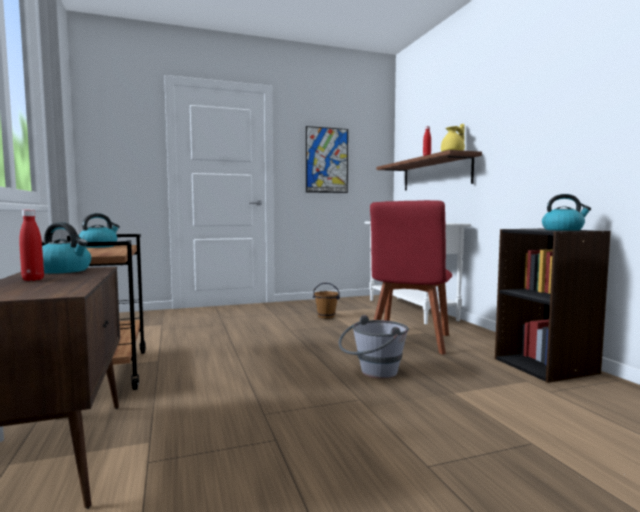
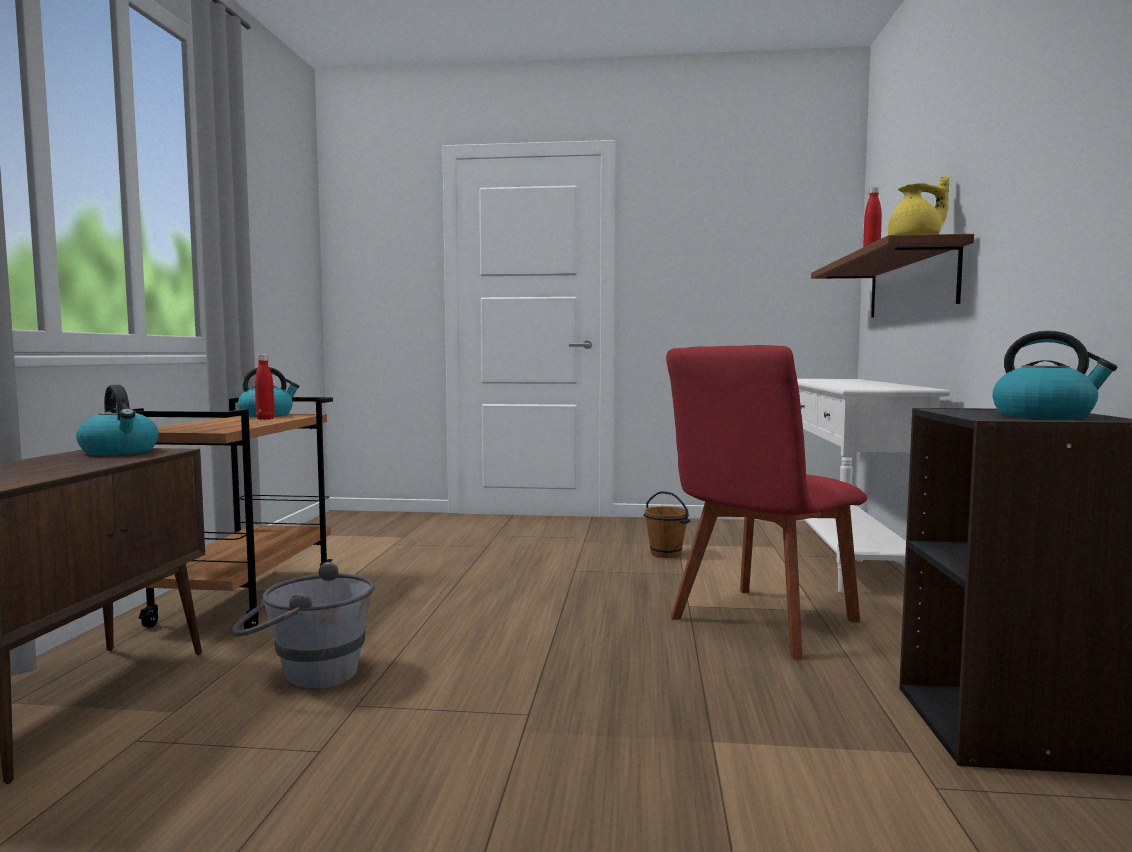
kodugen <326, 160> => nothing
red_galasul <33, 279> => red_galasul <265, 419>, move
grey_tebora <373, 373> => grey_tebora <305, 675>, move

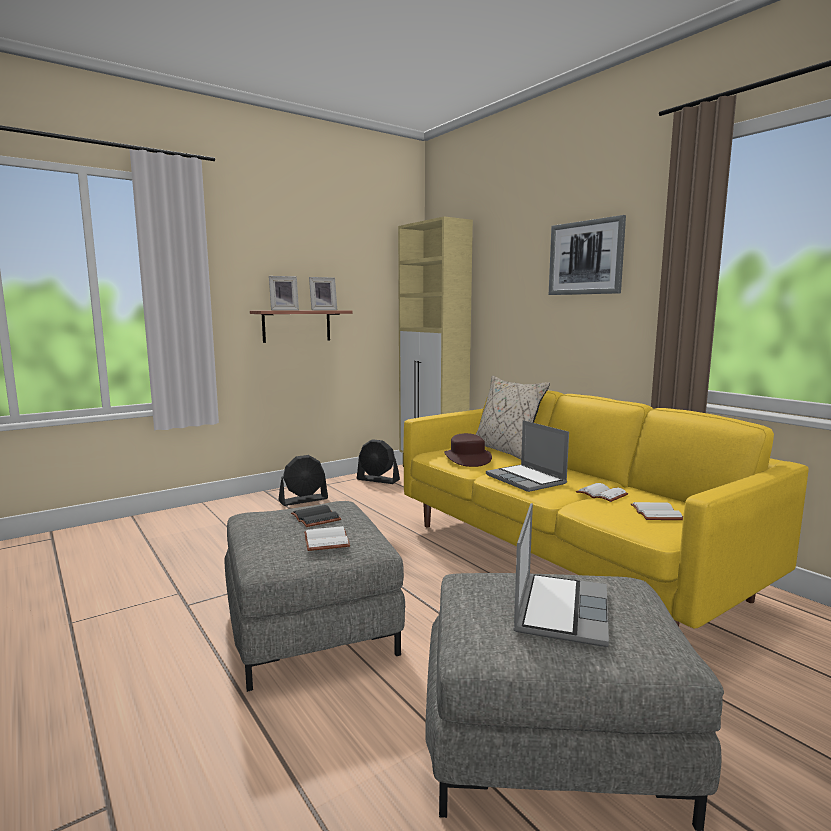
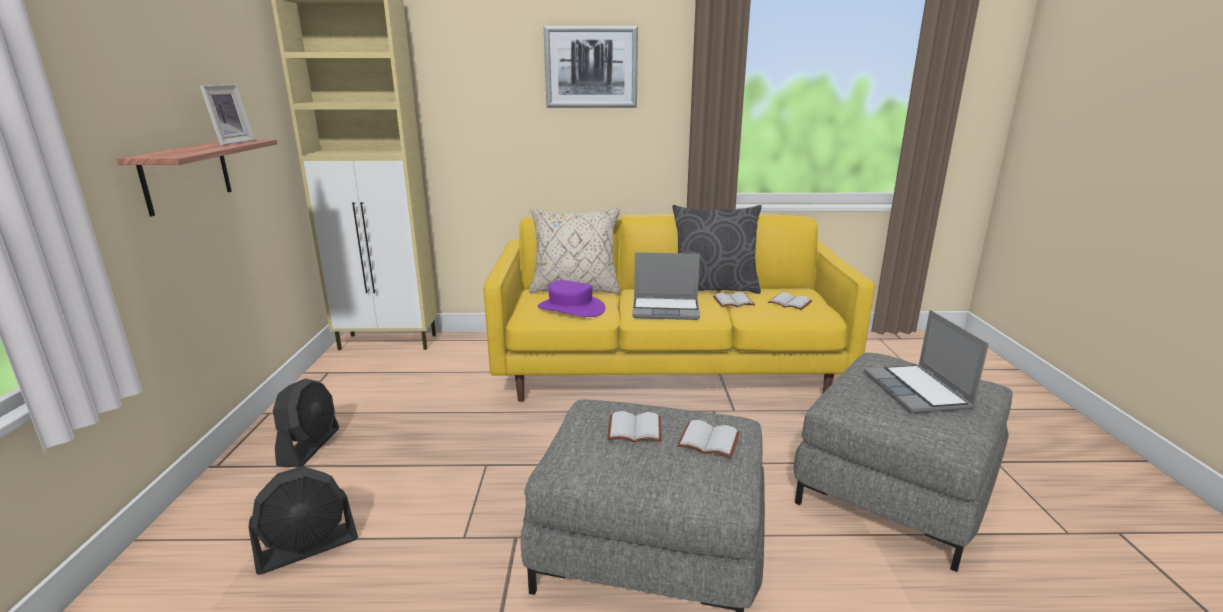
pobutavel <284, 310> => nothing
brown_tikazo <467, 458> => purple_tikazo <571, 308>
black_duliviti <378, 480> => black_duliviti <308, 547>, move
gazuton <560, 609> => gazuton <918, 391>, 150 degrees counterclockwise
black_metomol <314, 518> => white_metomol <633, 430>
nothing => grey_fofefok <713, 288>

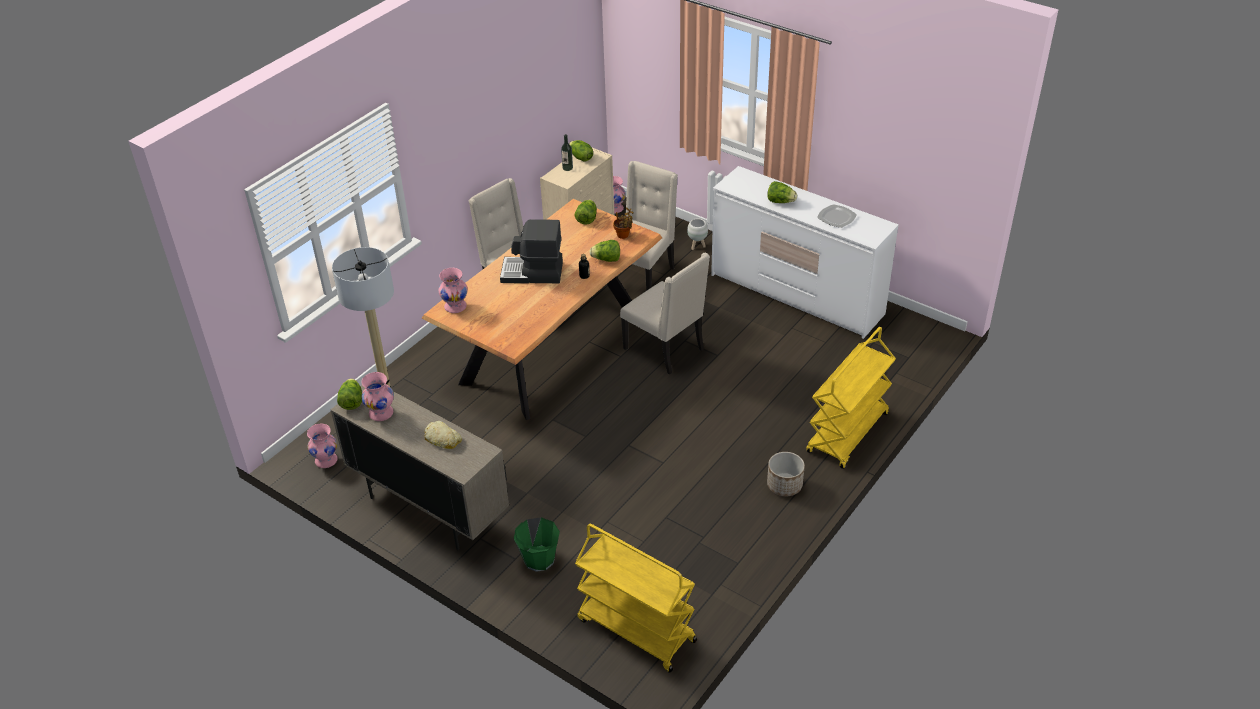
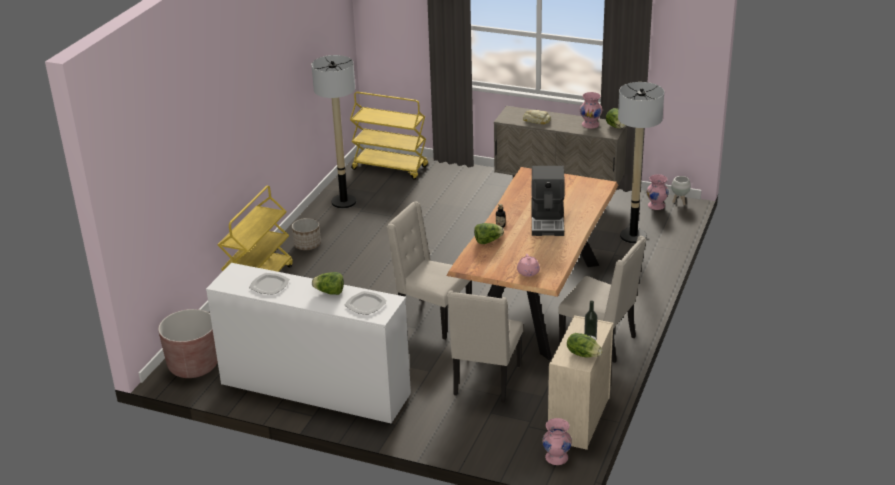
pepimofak <587, 219> => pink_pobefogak <528, 272>
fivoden <624, 236> => nothing
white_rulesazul <697, 246> => white_rulesazul <679, 202>, move
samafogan <532, 273> => samafogan <548, 221>, 105 degrees clockwise
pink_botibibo <455, 306> => nothing
green_tebora <539, 559> => nothing
nothing => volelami <344, 202>
nothing => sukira <366, 304>
nothing => brown_rulesazul <193, 365>

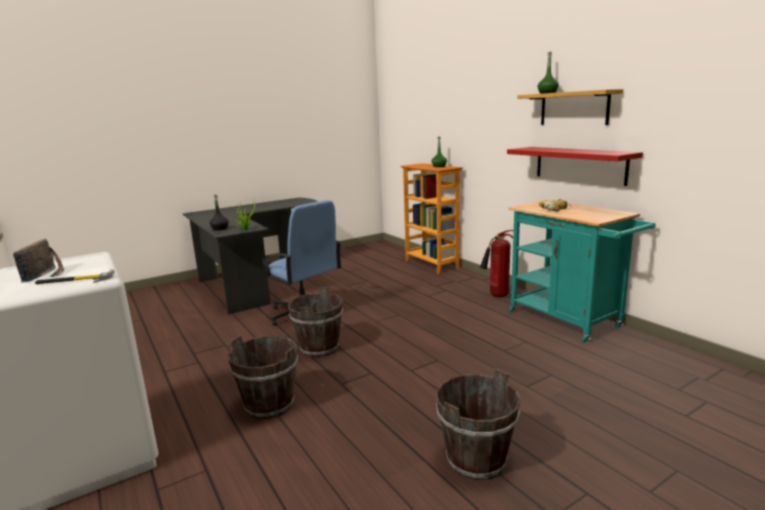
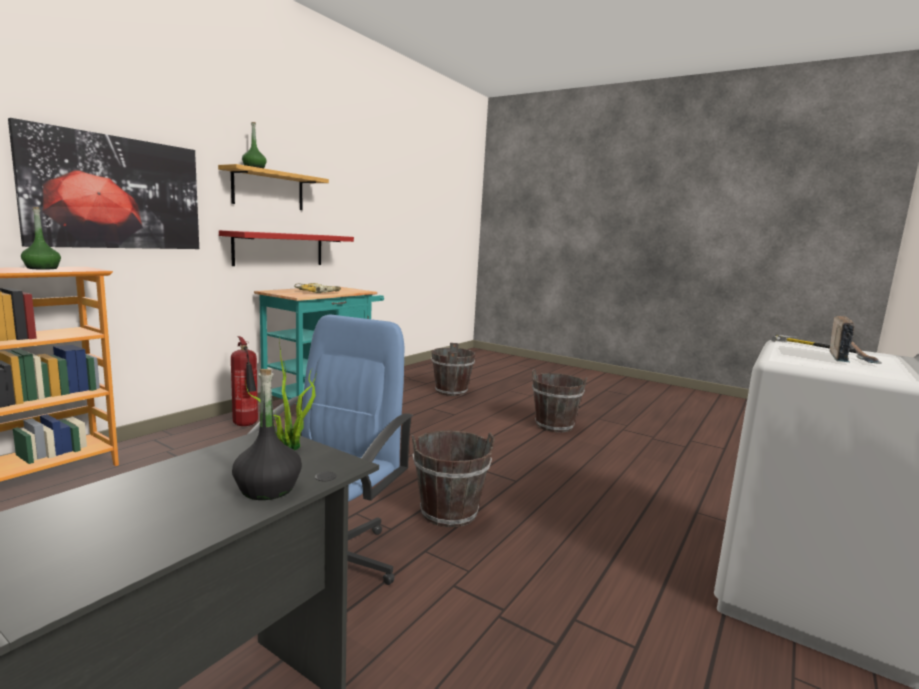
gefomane <48, 274> => gefomane <848, 359>, 150 degrees clockwise
brown_tebora <269, 405> => brown_tebora <451, 391>, move
nothing => kodugen <115, 193>

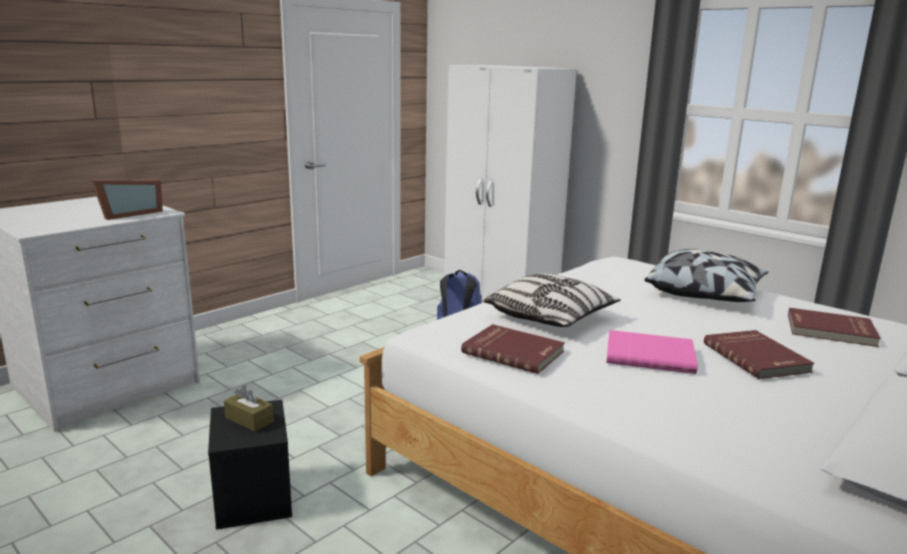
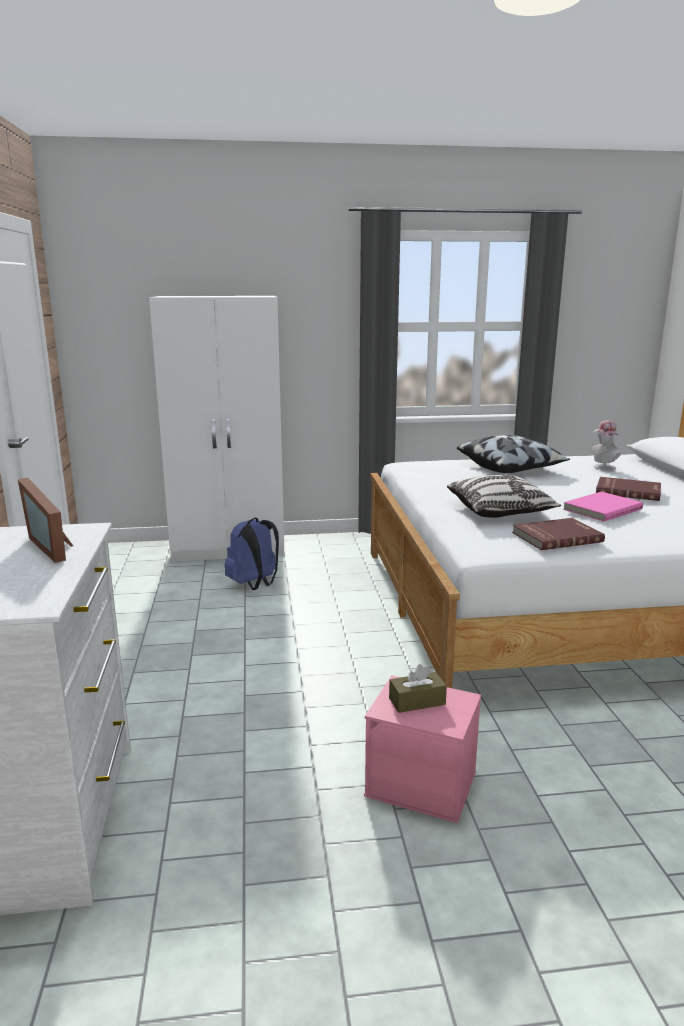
pobutavel <128, 214> => pobutavel <54, 545>, 150 degrees clockwise
red_metomol <831, 330> => tikazo <602, 467>
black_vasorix <254, 497> => pink_vasorix <423, 783>

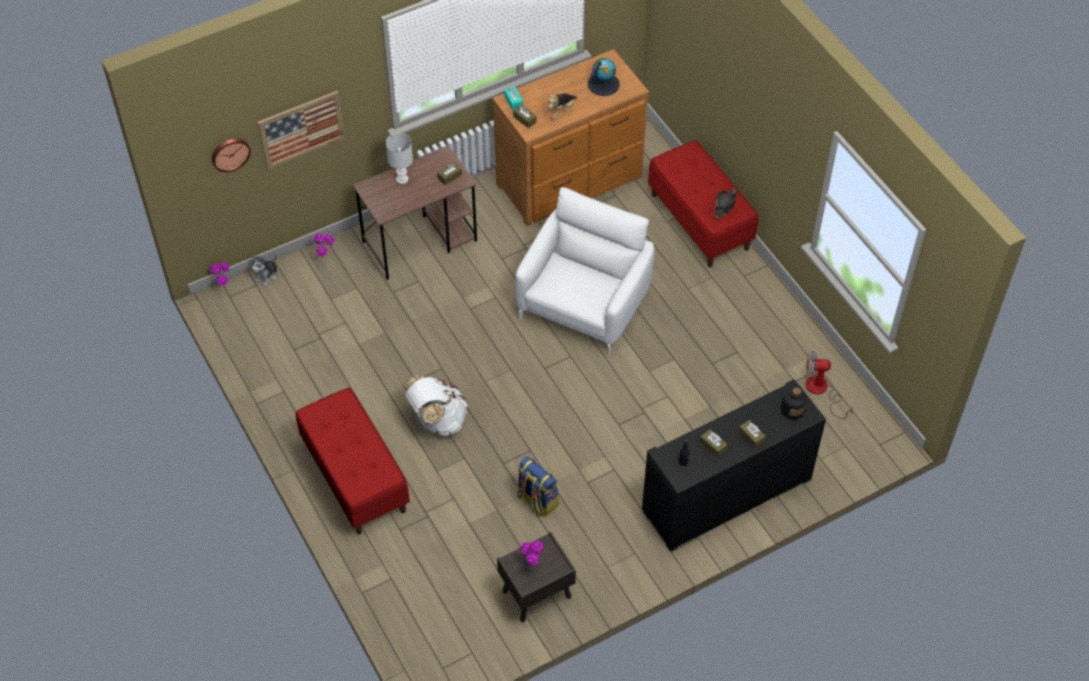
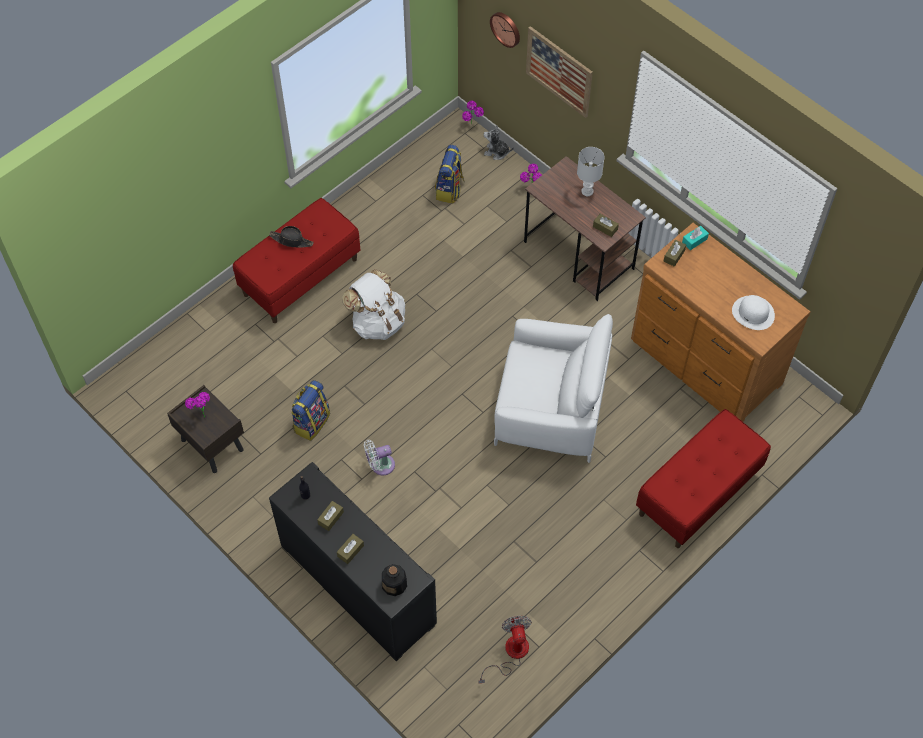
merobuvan <603, 84> => white_tikazo <753, 313>
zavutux <560, 111> => nothing
black_tikazo <725, 205> => black_tikazo <291, 240>, move
nothing => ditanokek <450, 190>
nothing => white_duliviti <380, 465>

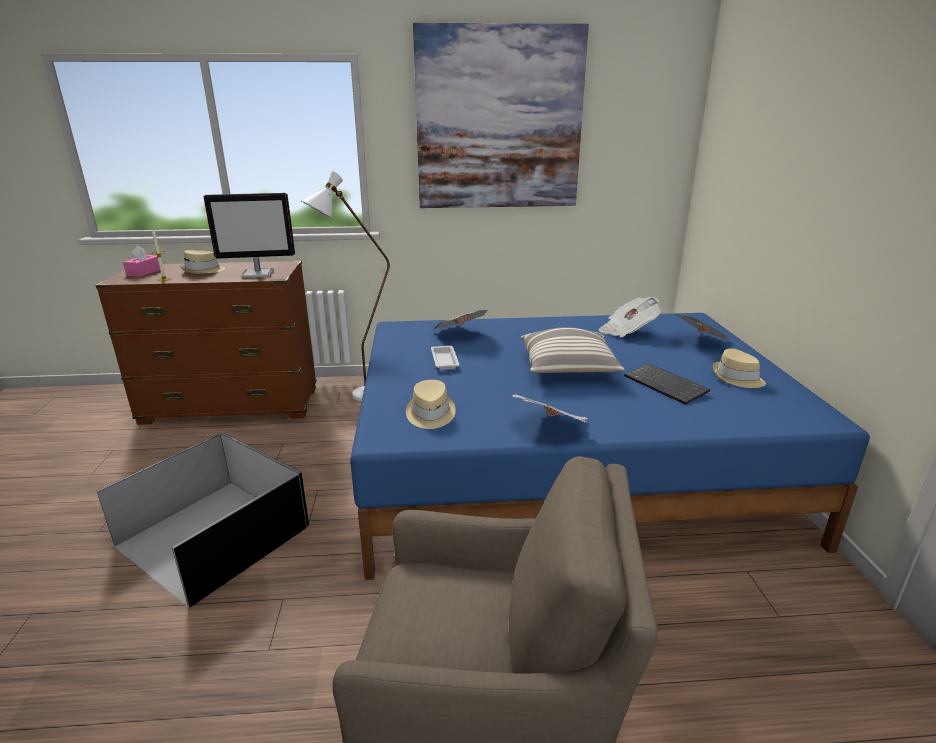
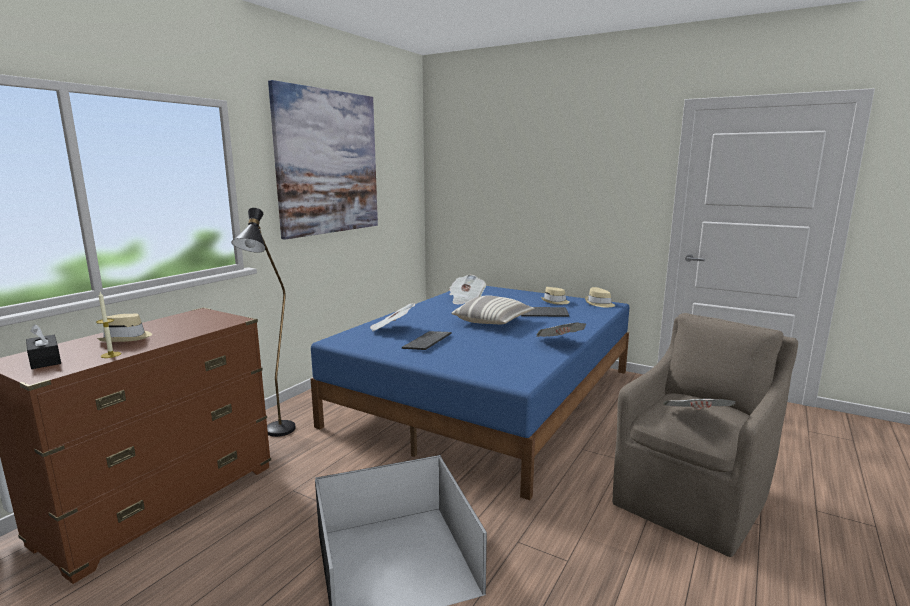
white_volelami <356, 397> => black_volelami <277, 435>
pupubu <258, 274> => nothing
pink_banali <145, 272> => black_banali <45, 360>
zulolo <702, 342> => zulolo <695, 420>, move
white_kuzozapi <444, 360> => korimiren <428, 342>
beige_tikazo <430, 414> => beige_tikazo <599, 304>, move

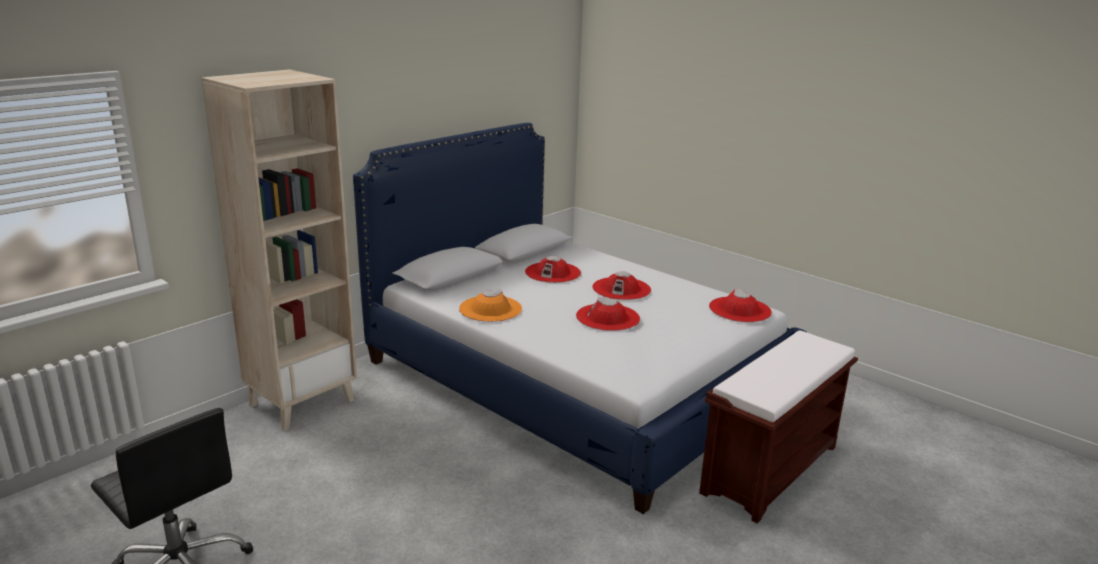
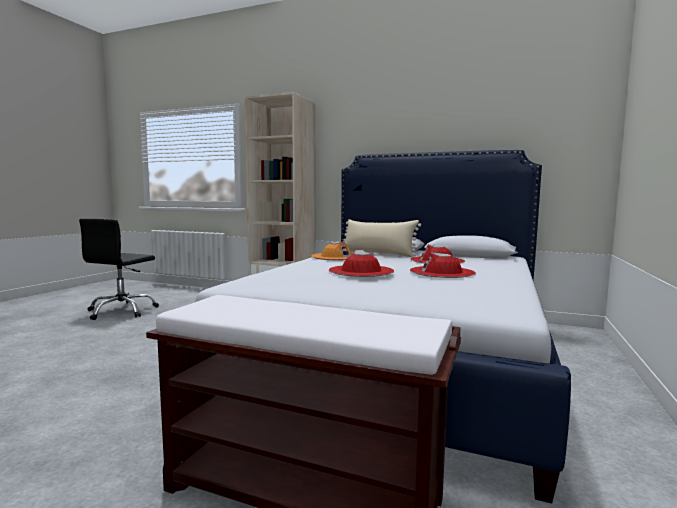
red_tikazo <740, 310> => nothing
nothing => beige_fofefok <378, 254>

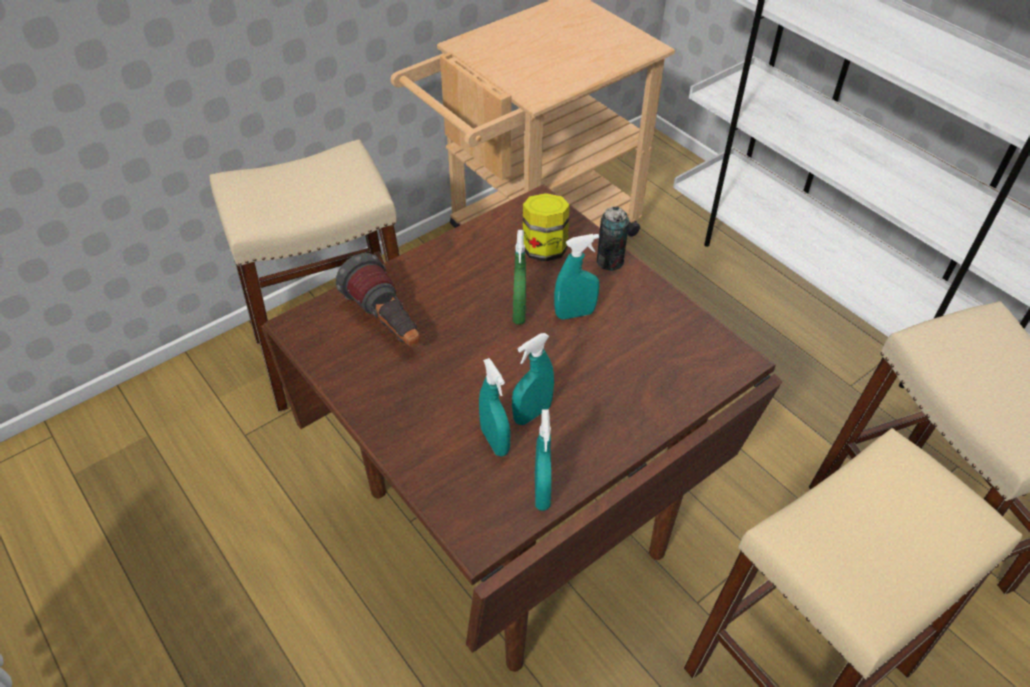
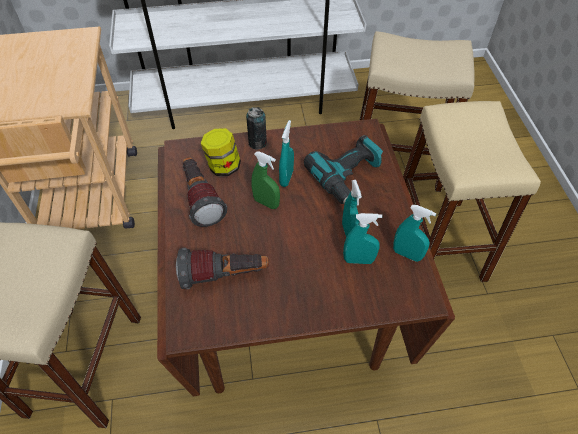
nothing => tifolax <348, 177>
nothing => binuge <201, 199>

